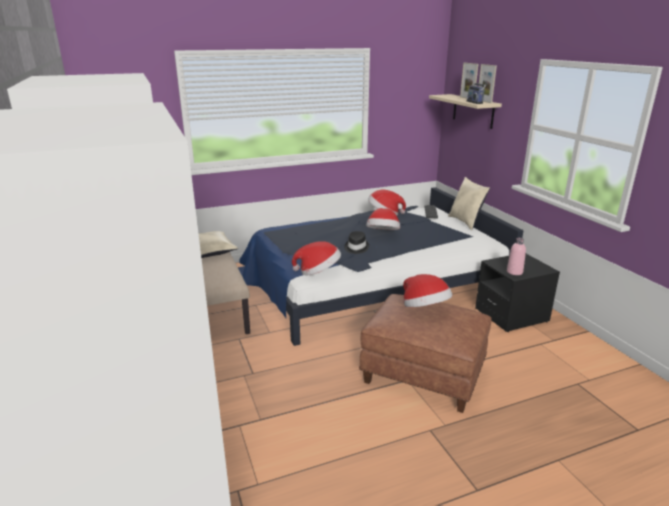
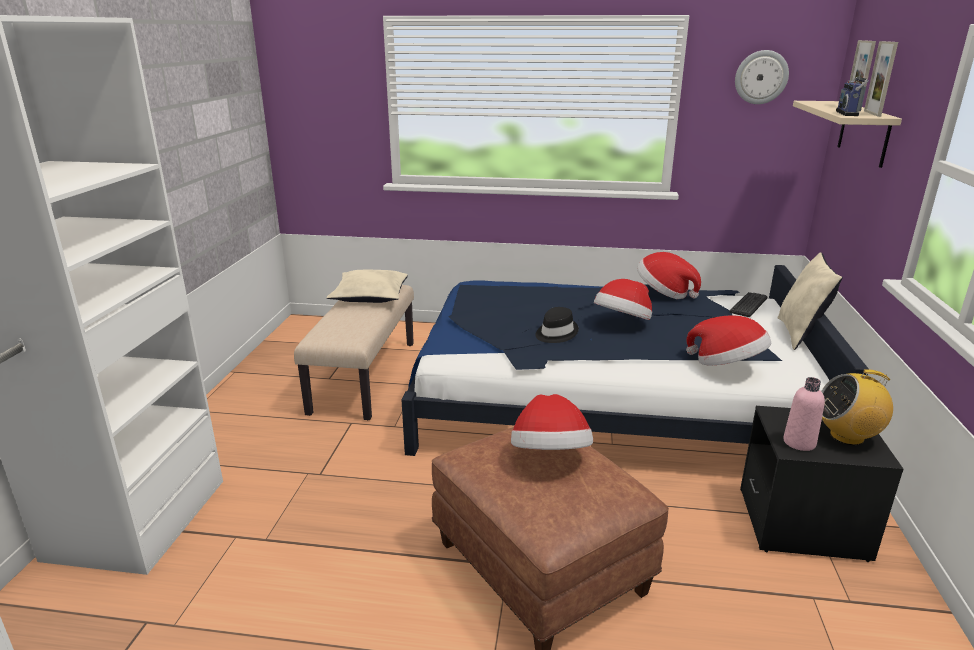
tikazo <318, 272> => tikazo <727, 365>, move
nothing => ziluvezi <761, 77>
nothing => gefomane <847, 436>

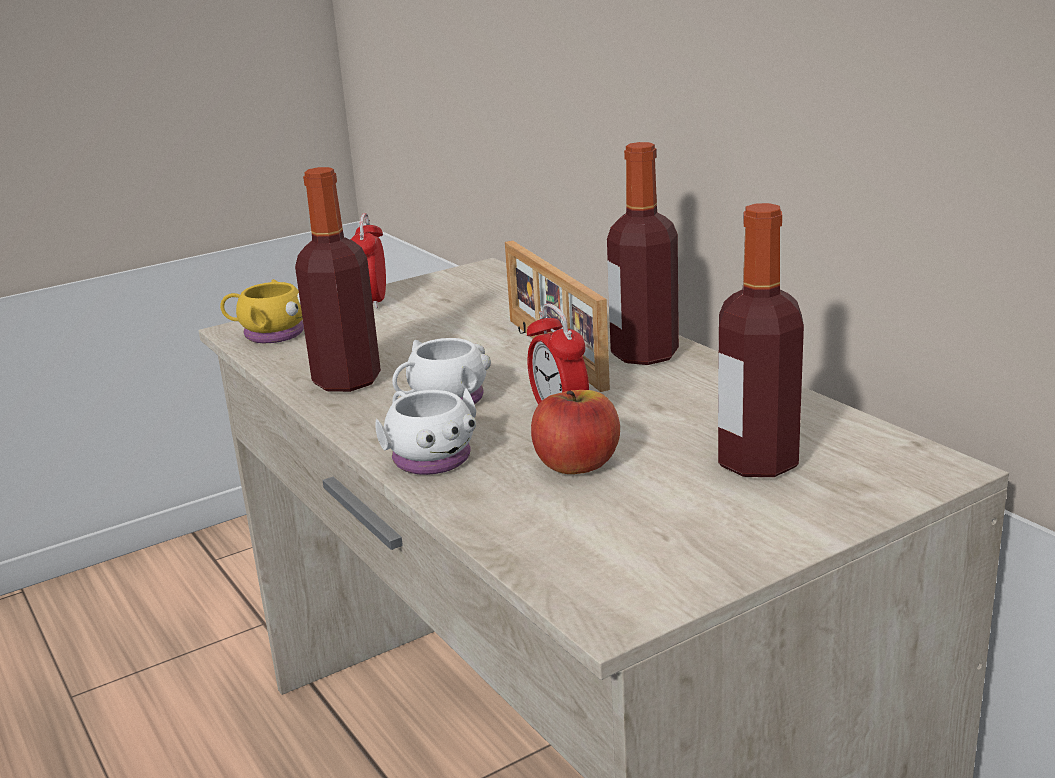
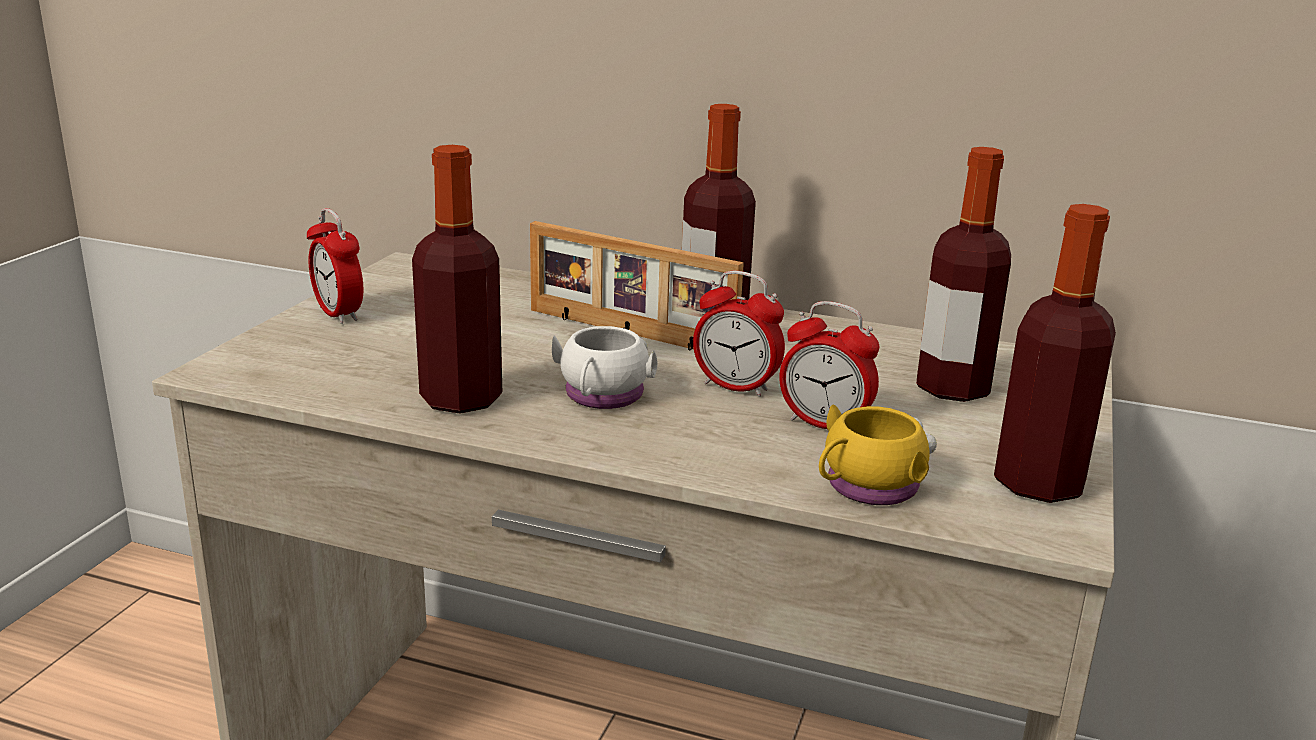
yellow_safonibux <269, 334> => yellow_safonibux <866, 488>, move
white_safonibux <427, 456> => nothing
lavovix <576, 465> => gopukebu <824, 424>
nothing => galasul <1038, 484>

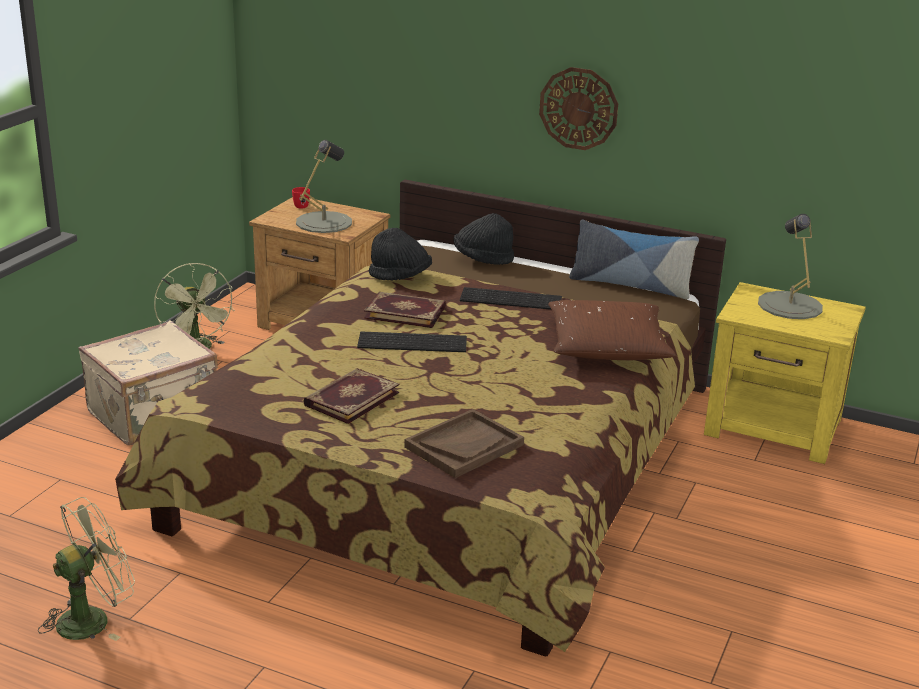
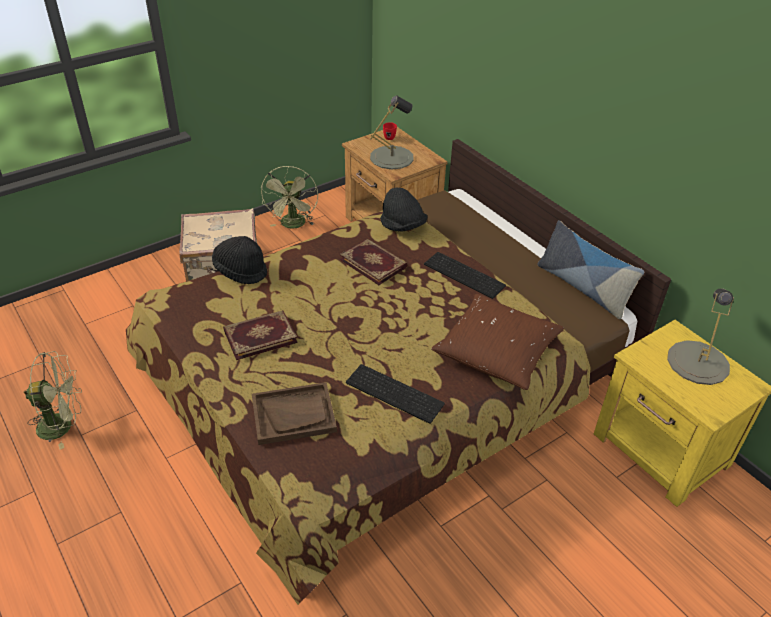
ziluvezi <578, 108> => nothing
black_tikazo <483, 259> => black_tikazo <240, 271>, move
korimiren <413, 342> => korimiren <396, 392>, move

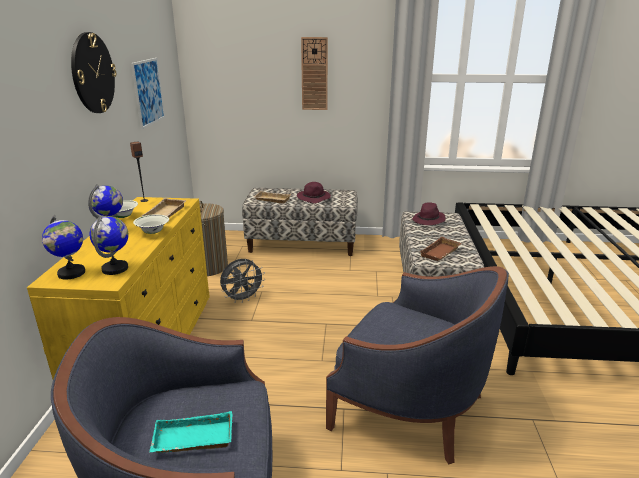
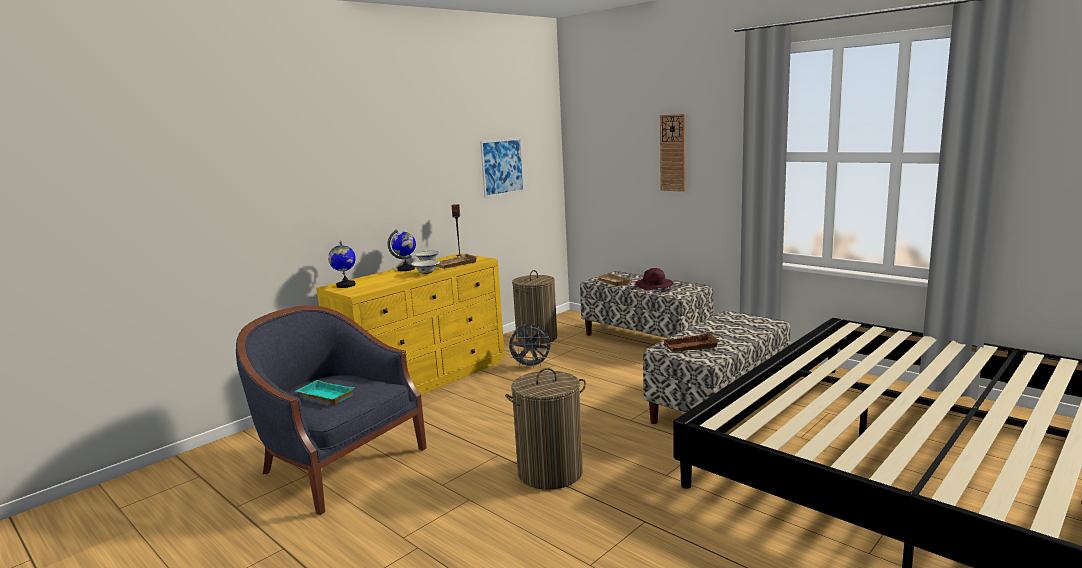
ziluvezi <92, 73> => nothing
purple_tikazo <428, 221> => nothing
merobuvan <115, 268> => nothing
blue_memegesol <410, 406> => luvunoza <550, 472>

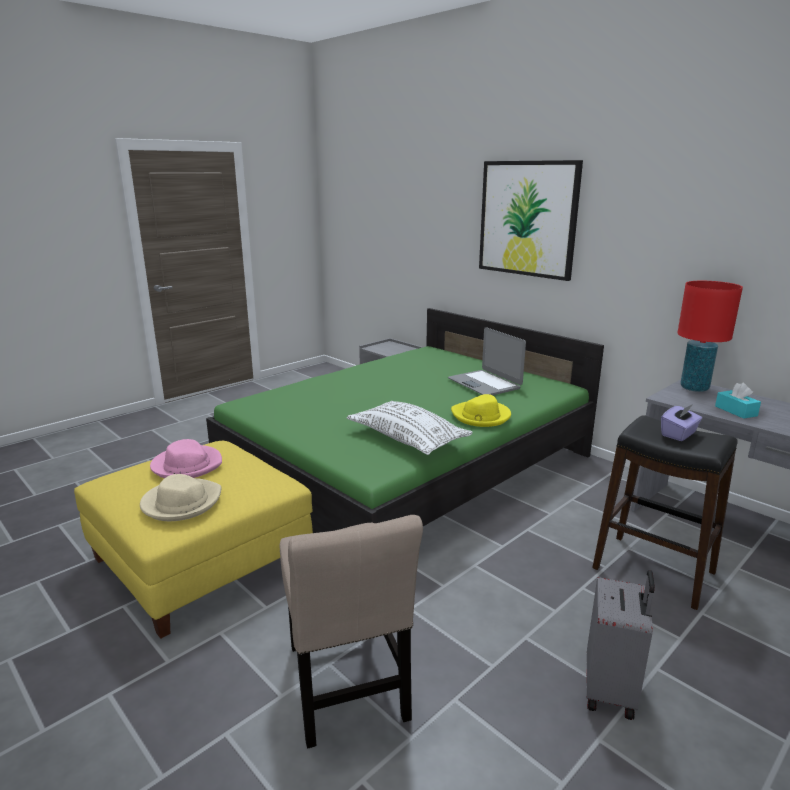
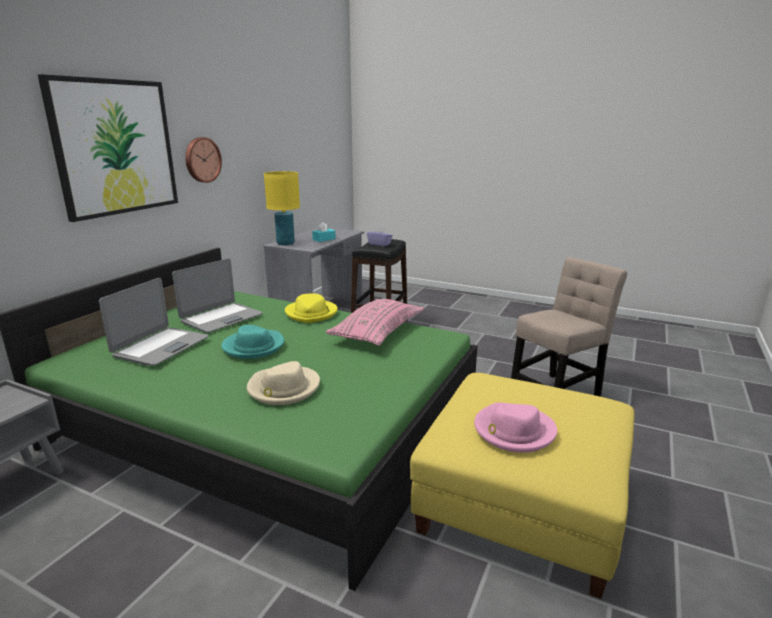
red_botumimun <694, 388> => yellow_botumimun <285, 244>
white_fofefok <407, 439> => pink_fofefok <378, 332>
beige_tikazo <181, 502> => beige_tikazo <283, 388>, move
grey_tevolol <611, 690> => nothing
nothing => ziluvezi <202, 160>
nothing => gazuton <161, 347>
nothing => turquoise_tikazo <253, 346>

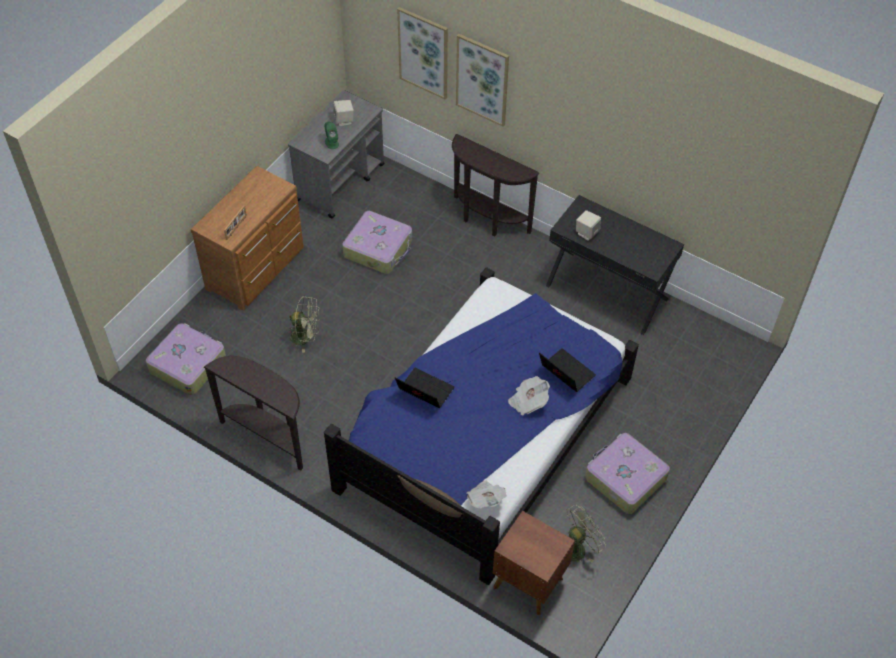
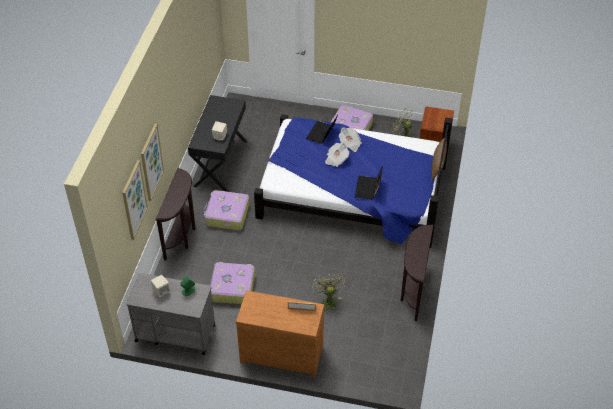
tevolol <188, 364> => tevolol <226, 215>, move
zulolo <486, 499> => zulolo <336, 159>, move

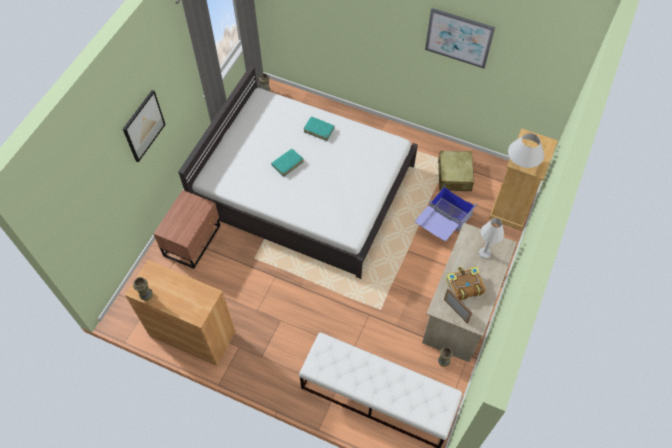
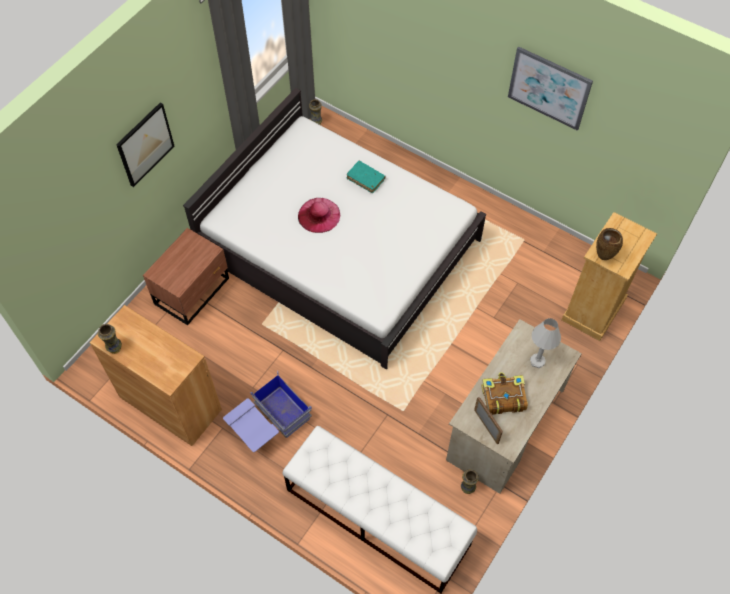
white_botumimun <521, 164> => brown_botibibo <604, 257>
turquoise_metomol <287, 164> => pink_tikazo <319, 215>
beige_tevolol <454, 175> => nothing
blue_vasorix <442, 224> => blue_vasorix <269, 424>, move

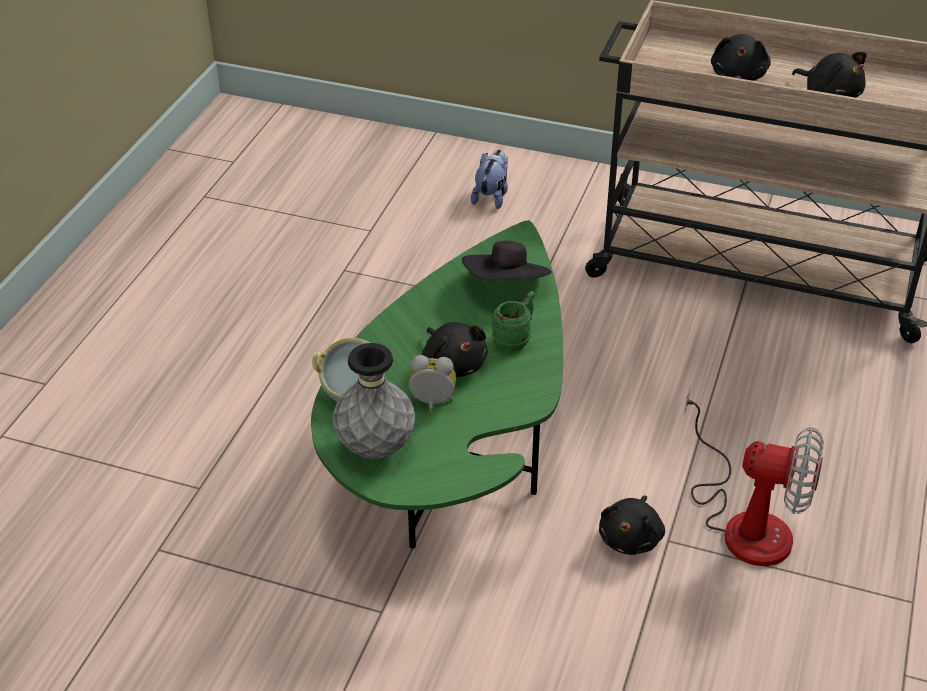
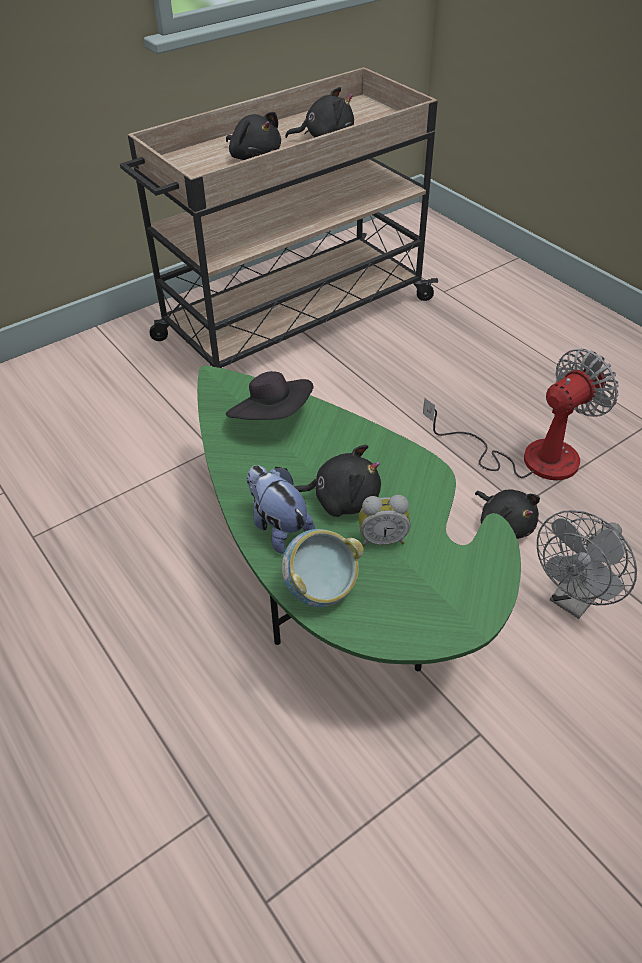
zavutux <492, 196> => zavutux <278, 527>, move
green_safonibux <515, 339> => nothing
grey_botibibo <376, 448> => nothing
gopukebu <432, 404> => gopukebu <382, 539>, 135 degrees counterclockwise
nothing => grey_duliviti <573, 600>

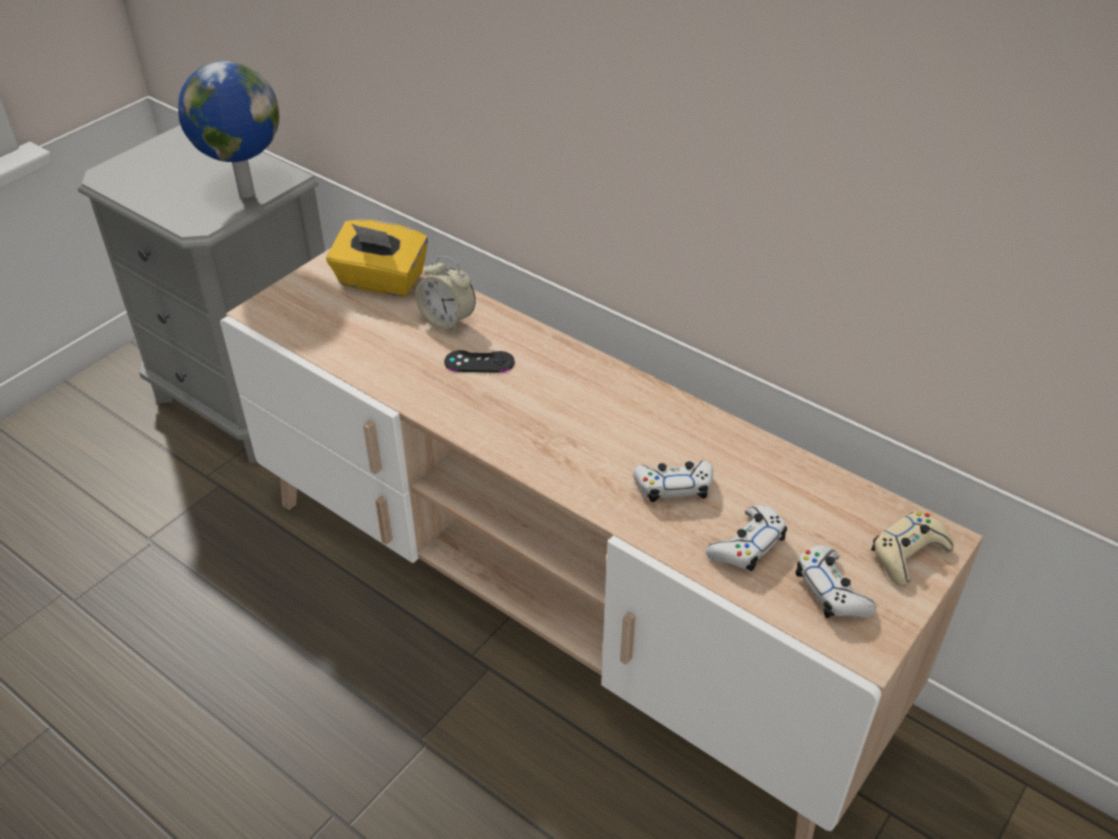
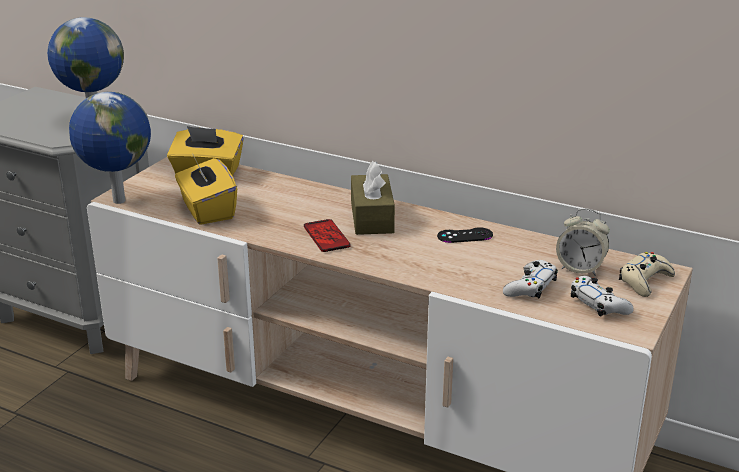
gopukebu <447, 321> => gopukebu <580, 268>, move
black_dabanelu <479, 362> => black_dabanelu <465, 235>, move
white_dabanelu <673, 486> => nothing
nothing => merobuvan <117, 201>
nothing => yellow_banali <207, 210>
nothing => brown_banali <372, 217>
nothing => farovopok <326, 236>

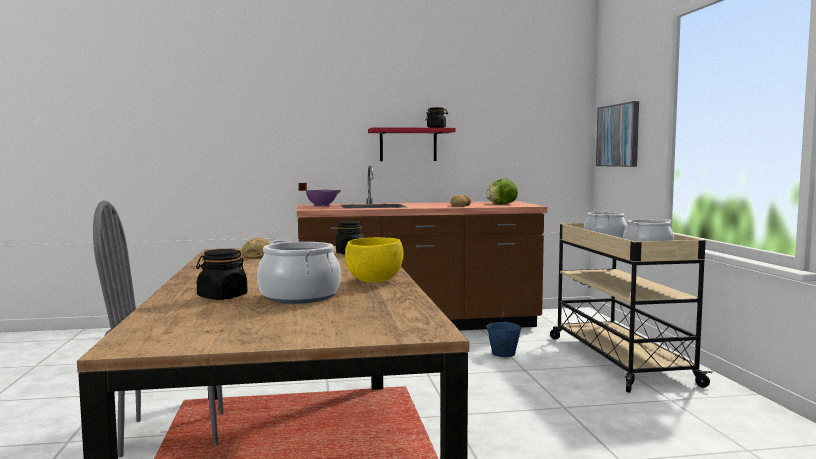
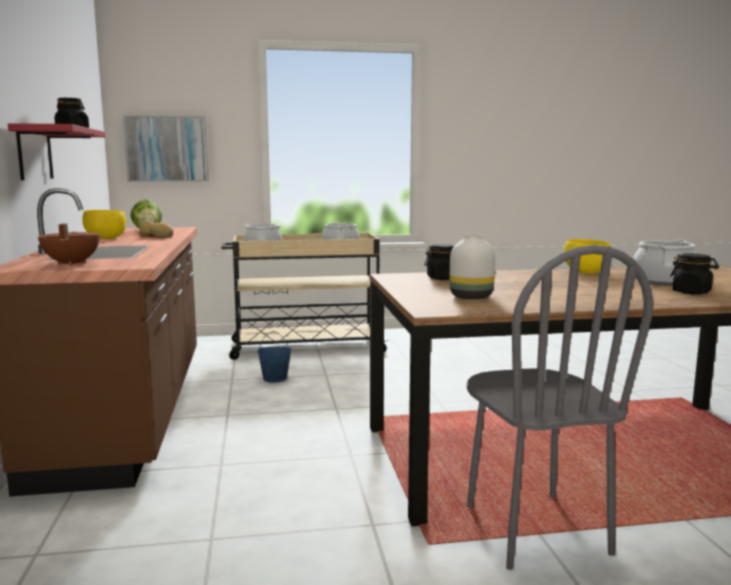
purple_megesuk <321, 206> => brown_megesuk <70, 263>
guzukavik <257, 255> => white_botibibo <472, 297>
nothing => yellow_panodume <106, 239>

